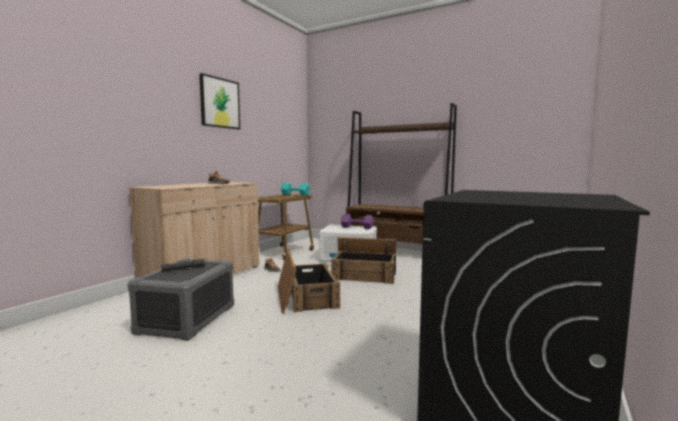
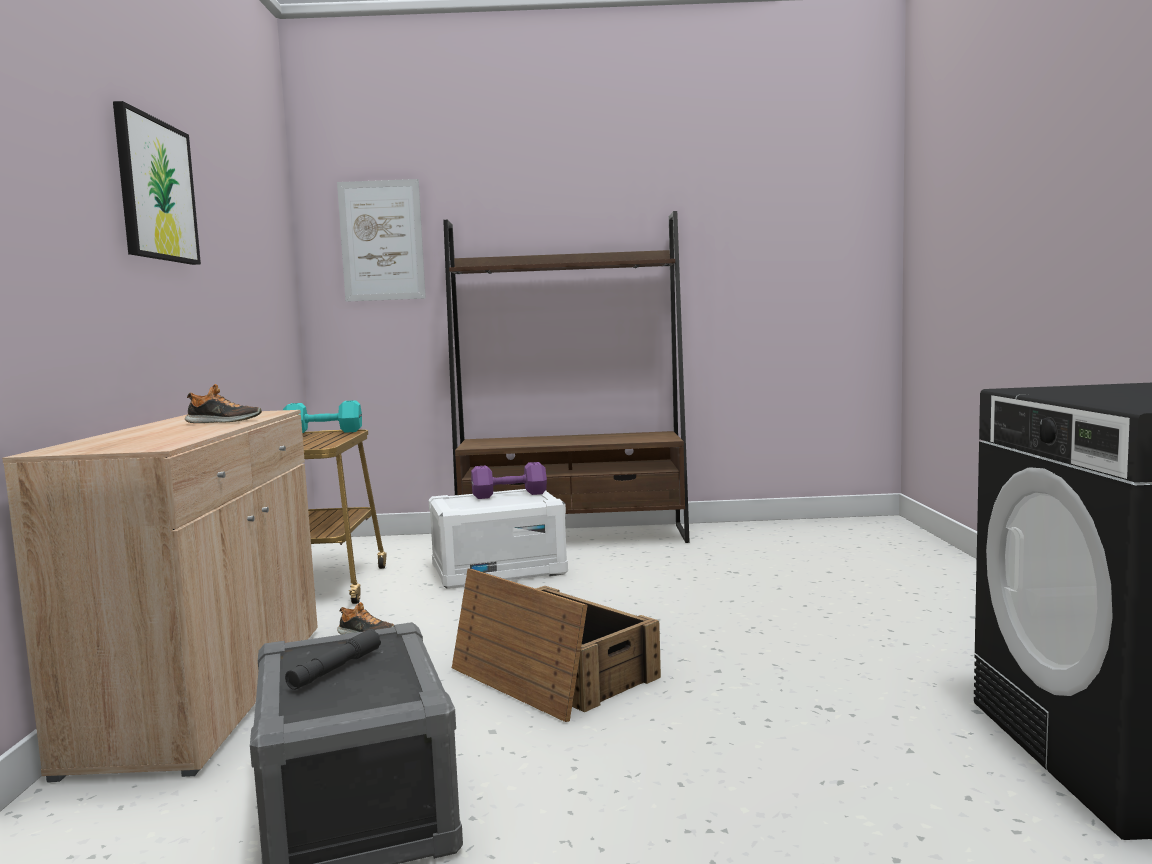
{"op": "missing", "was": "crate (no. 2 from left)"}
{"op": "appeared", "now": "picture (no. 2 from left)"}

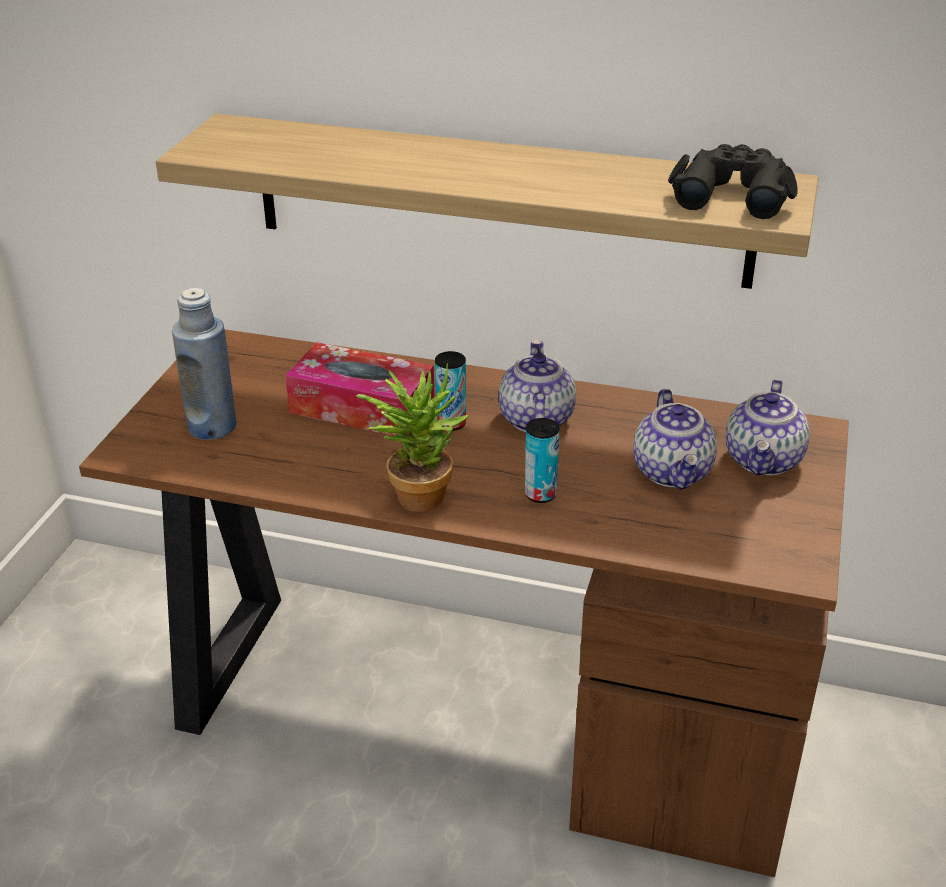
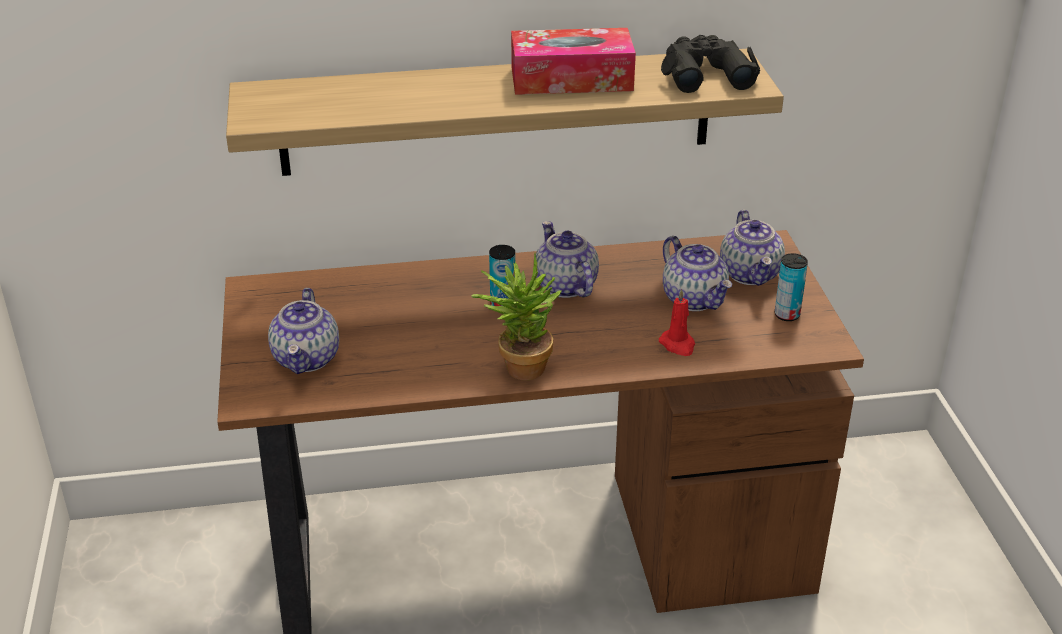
{"op": "exchanged", "was": "bottle (blue)", "now": "teapot (no. 1 from left)"}
{"op": "relocated", "was": "tissue box"}
{"op": "relocated", "was": "can (no. 2 from left)"}
{"op": "appeared", "now": "candle (red)"}

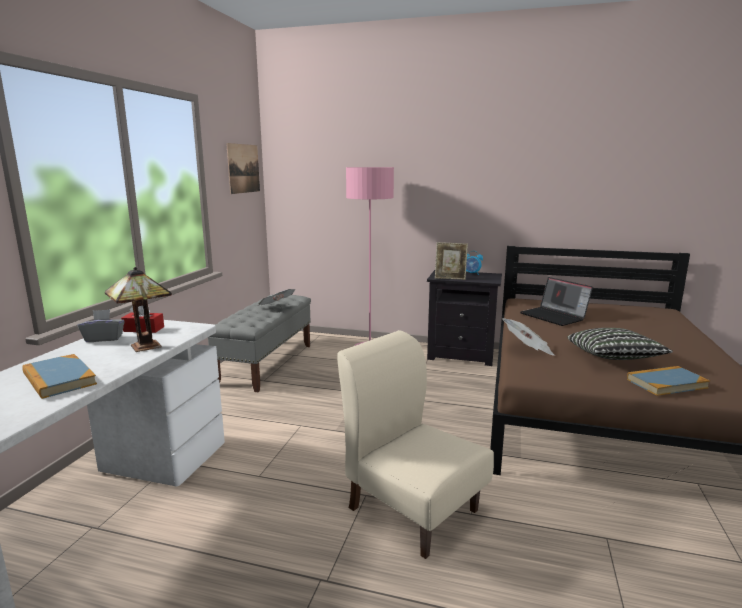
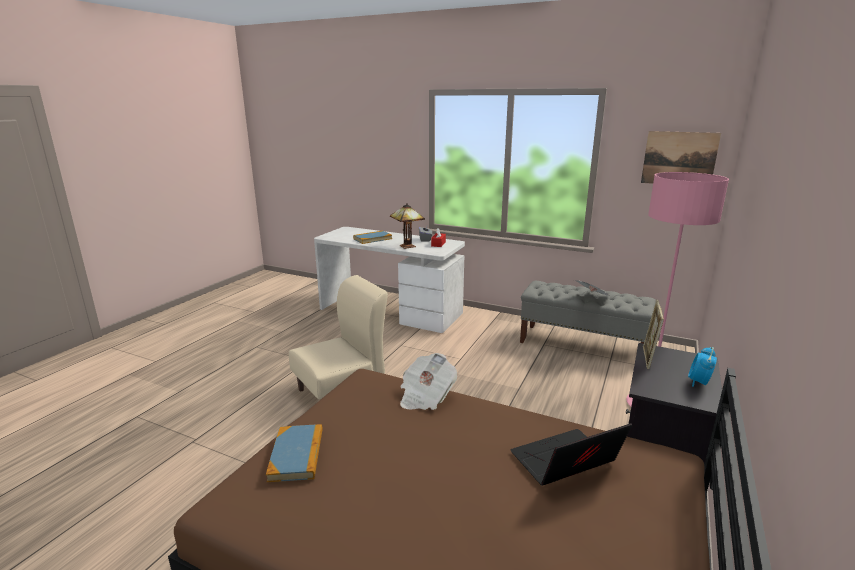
{"op": "missing", "was": "pillow"}

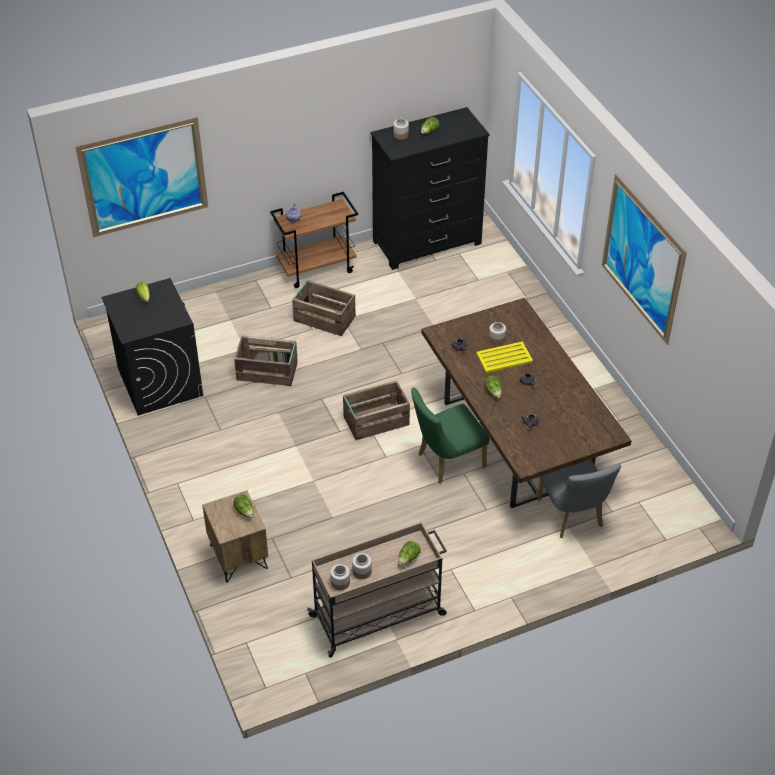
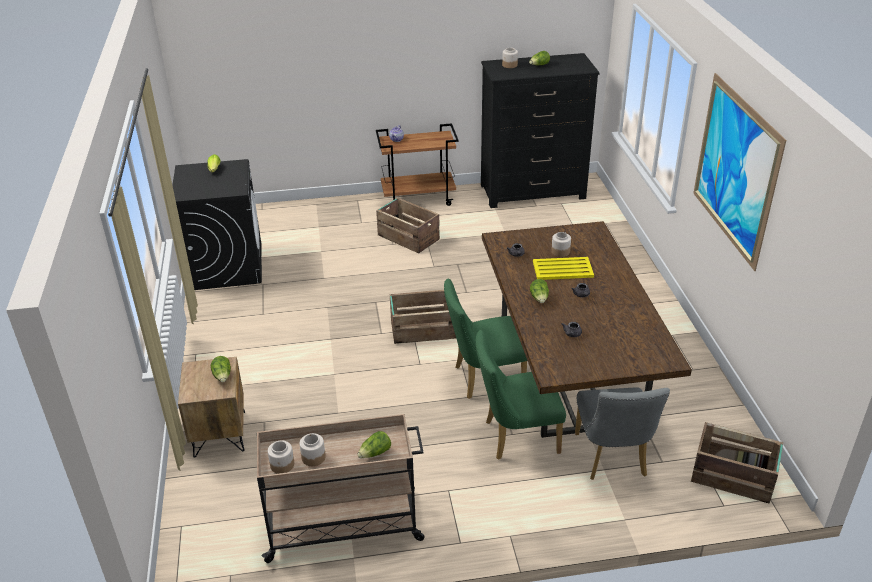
{"op": "missing", "was": "picture (no. 1 from left)"}
{"op": "relocated", "was": "crate (no. 1 from left in the first image)", "now": "crate (no. 3 from left)"}
{"op": "appeared", "now": "chair (green) (no. 2 from left)"}

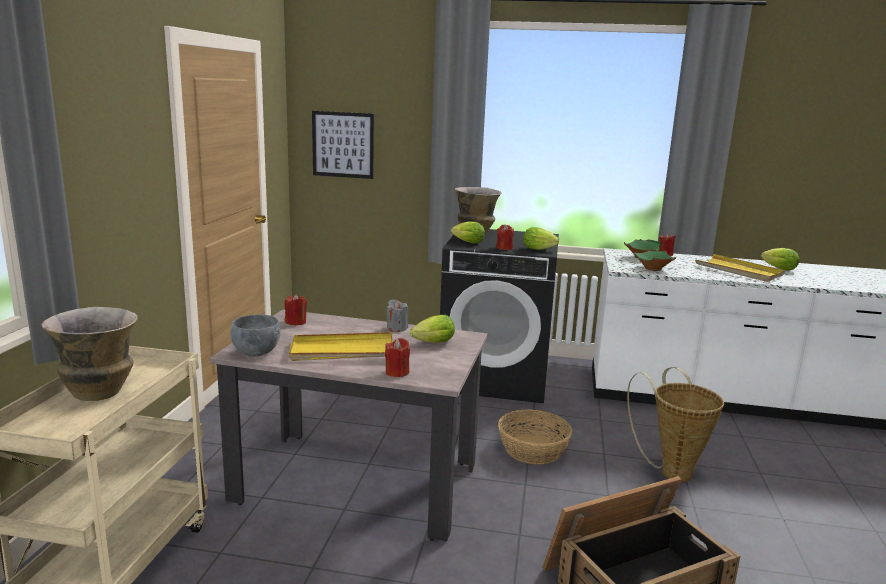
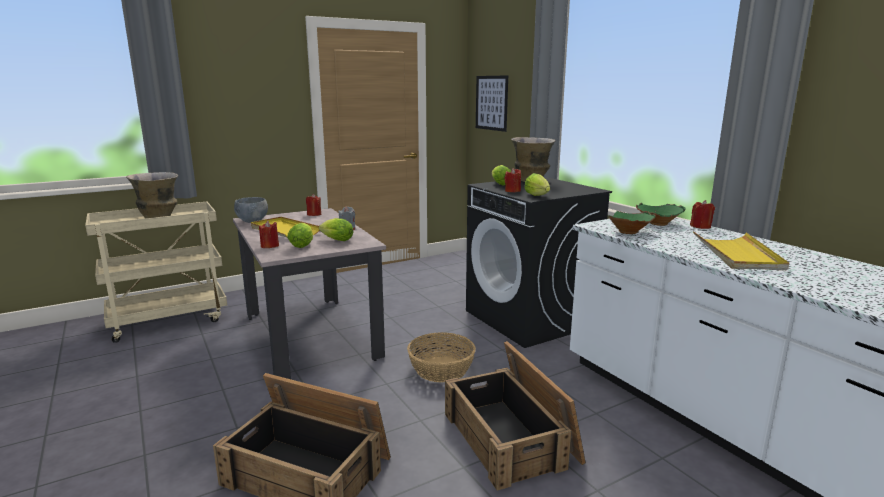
{"op": "exchanged", "was": "basket (no. 2 from left)", "now": "crate (no. 2 from left)"}
{"op": "relocated", "was": "lettuce (no. 4 from left in the first image)", "now": "lettuce (no. 1 from left)"}

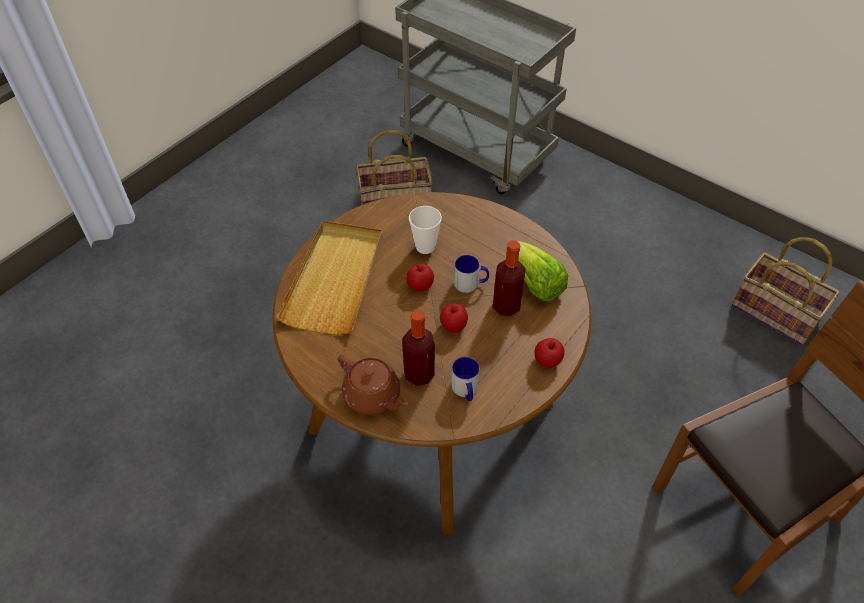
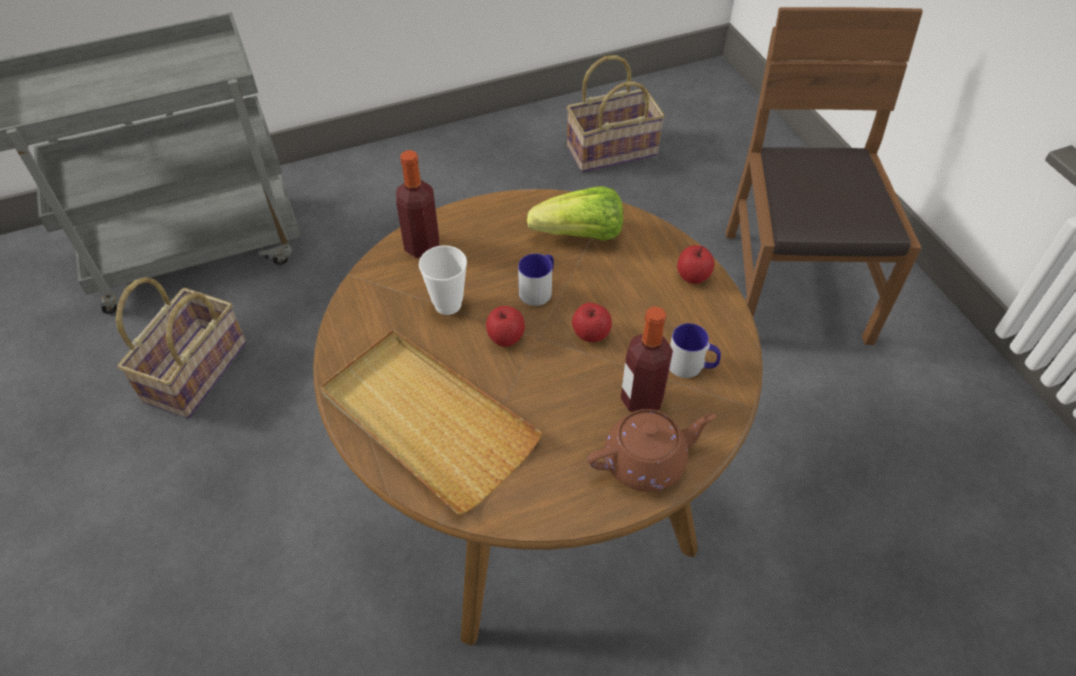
{"op": "relocated", "was": "bottle (no. 2 from left in the first image)", "now": "bottle (no. 1 from left)"}

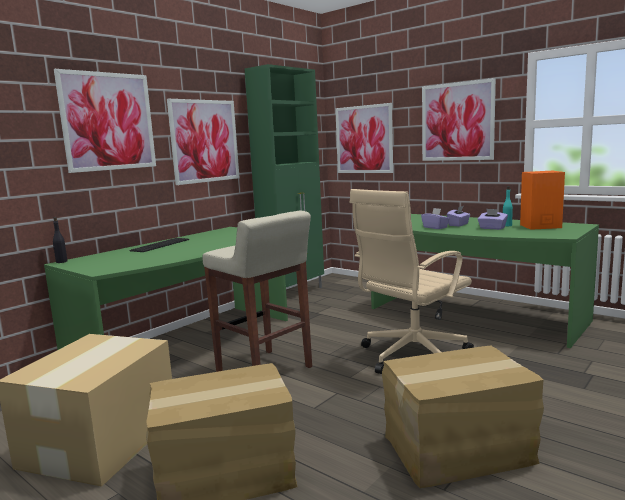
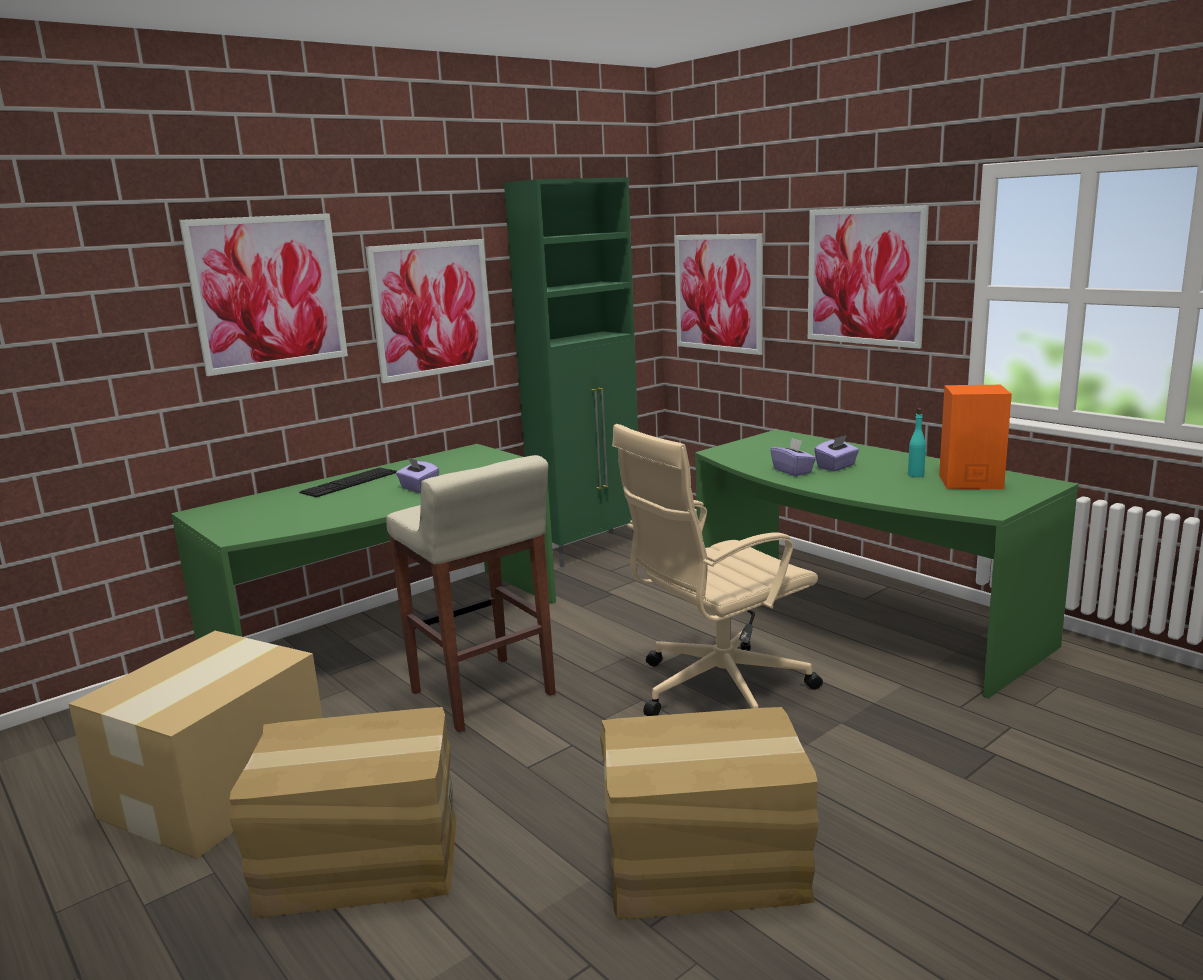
{"op": "missing", "was": "bottle (black)"}
{"op": "relocated", "was": "tissue box (purple) (no. 3 from left in the first image)", "now": "tissue box (purple) (no. 1 from left)"}

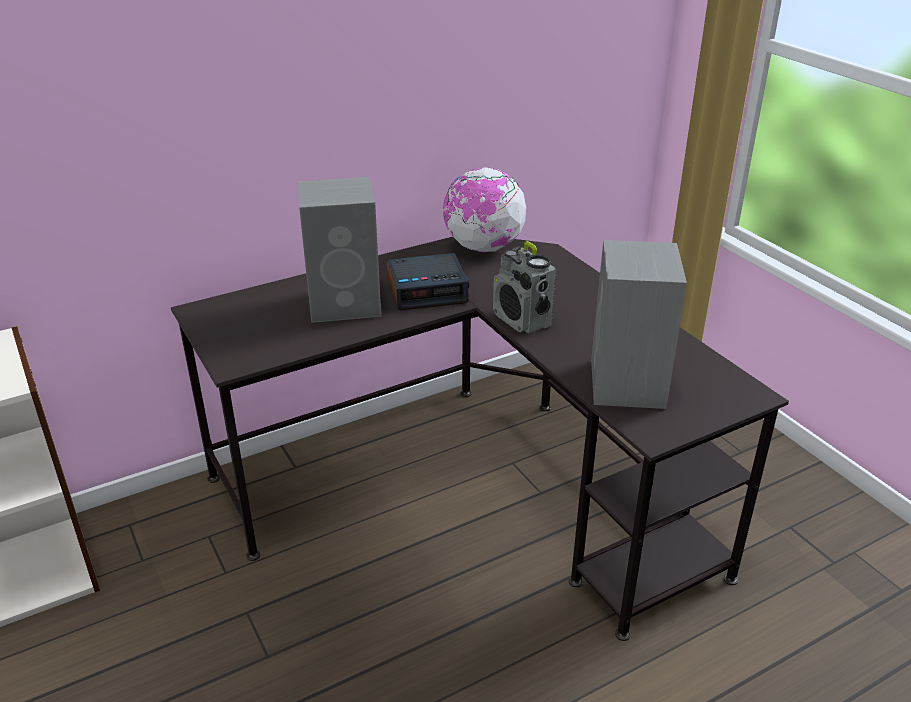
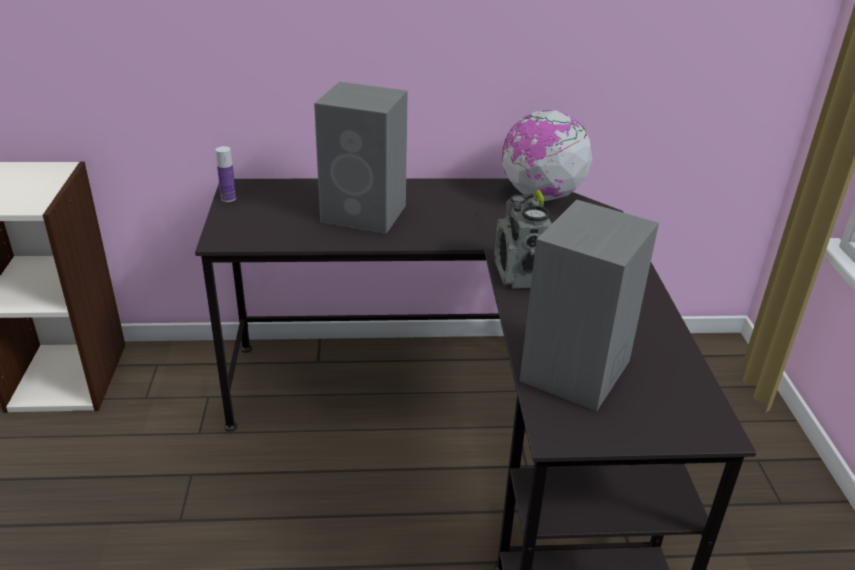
{"op": "missing", "was": "alarm clock"}
{"op": "appeared", "now": "bottle"}

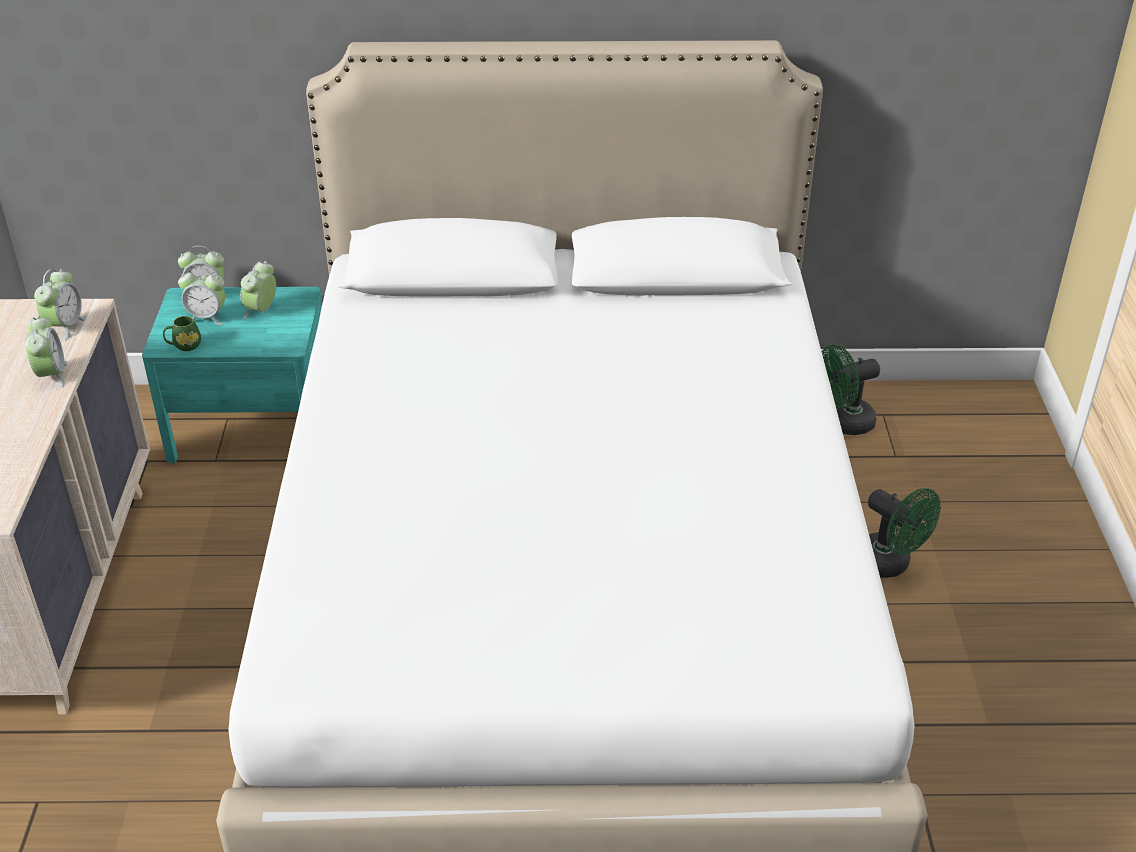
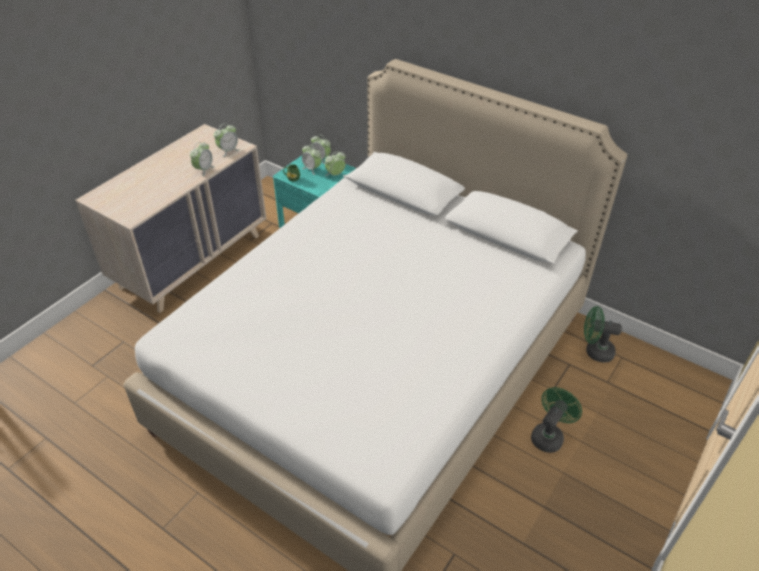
{"op": "spun", "was": "fan (green) (no. 2 from left in the first image)", "clockwise": -135}

